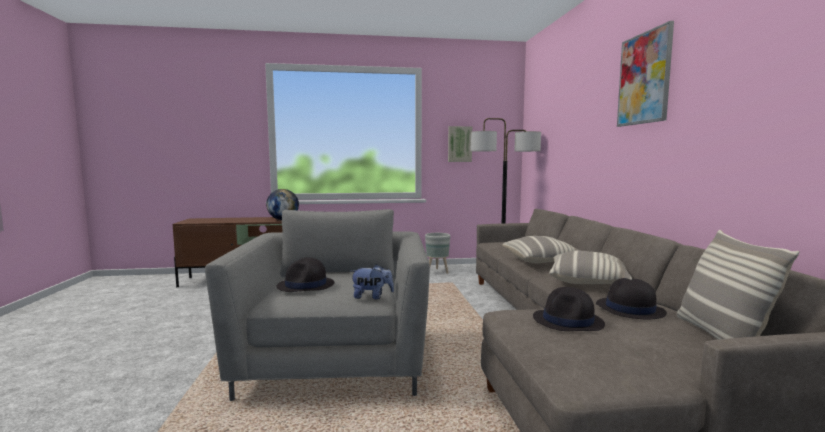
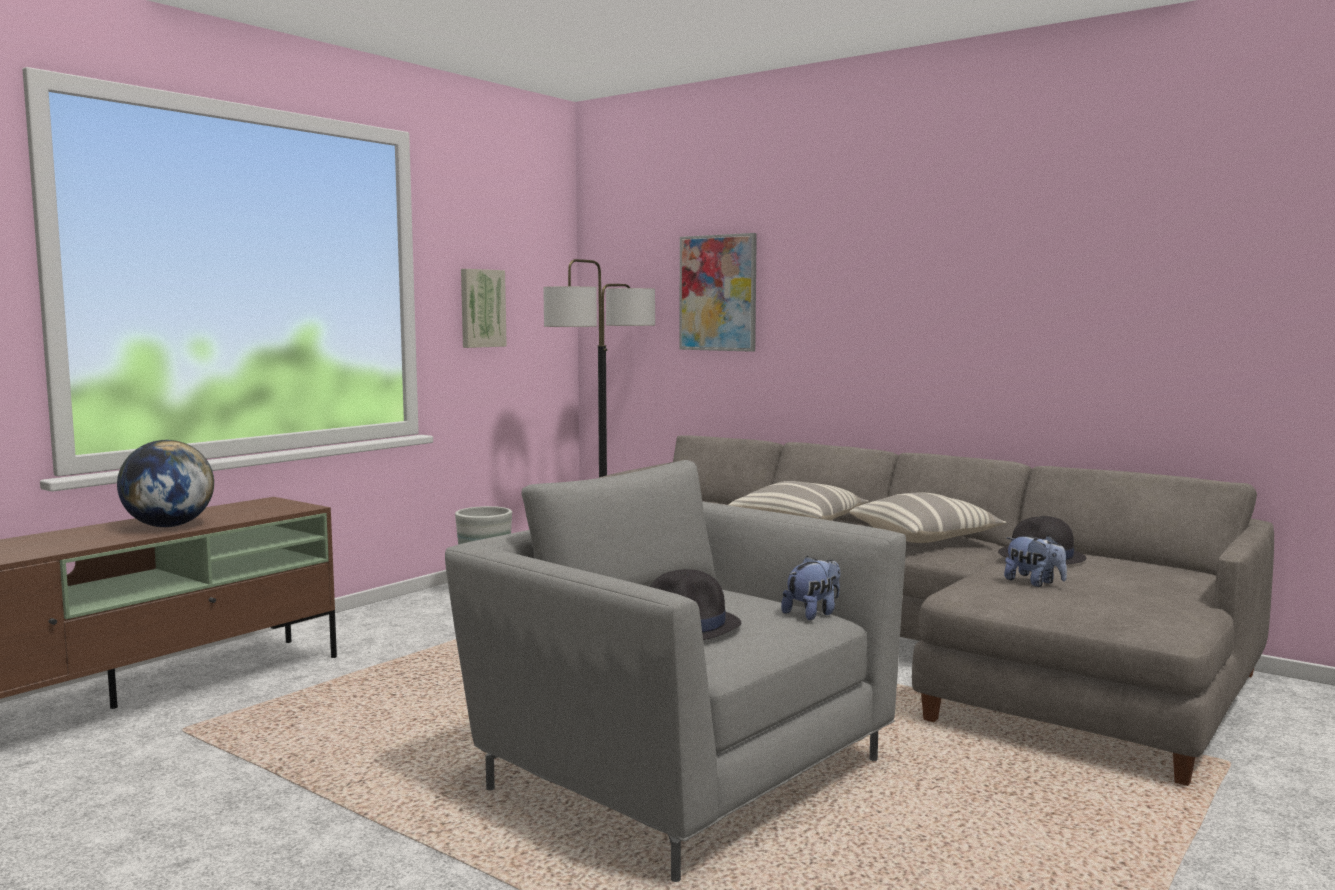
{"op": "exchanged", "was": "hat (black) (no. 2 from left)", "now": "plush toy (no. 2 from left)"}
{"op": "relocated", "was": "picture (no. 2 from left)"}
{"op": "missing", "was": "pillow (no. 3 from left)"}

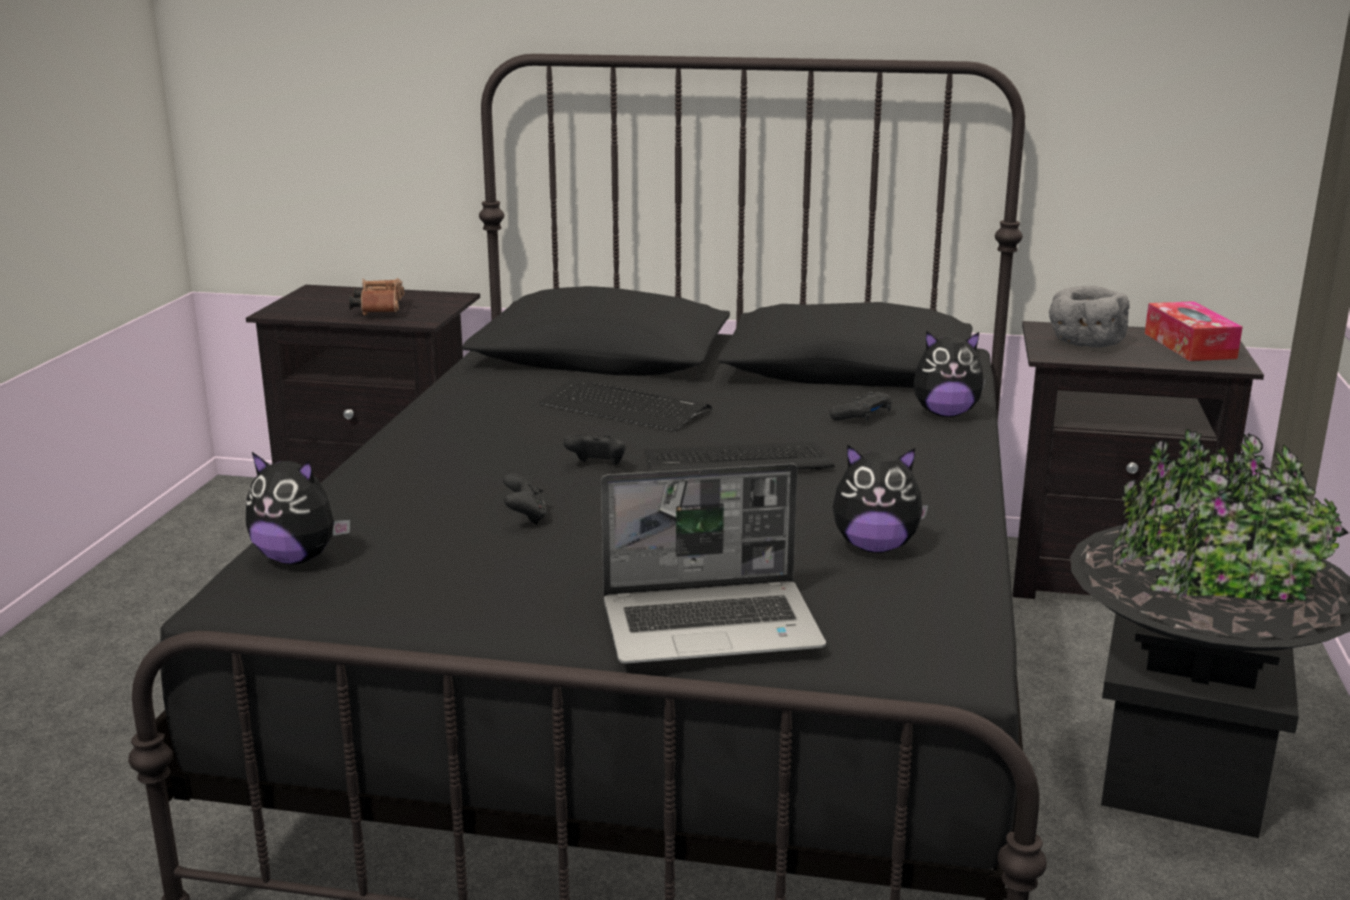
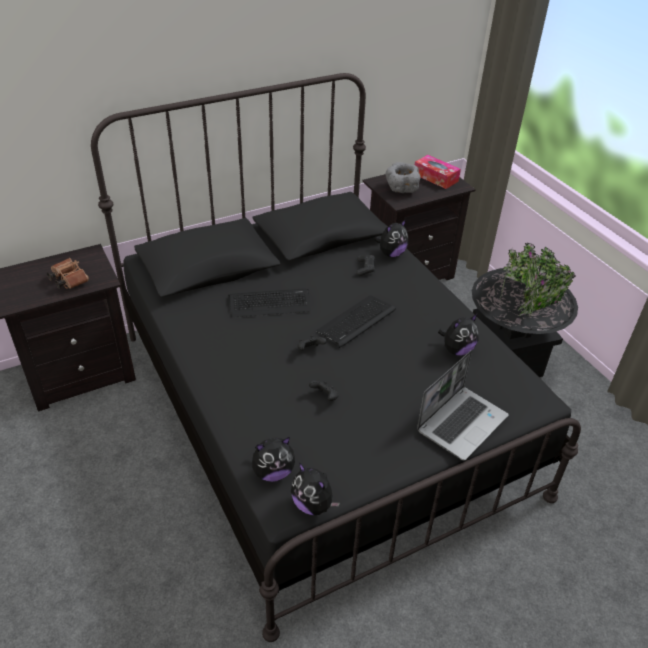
{"op": "appeared", "now": "plush toy (no. 2 from left)"}

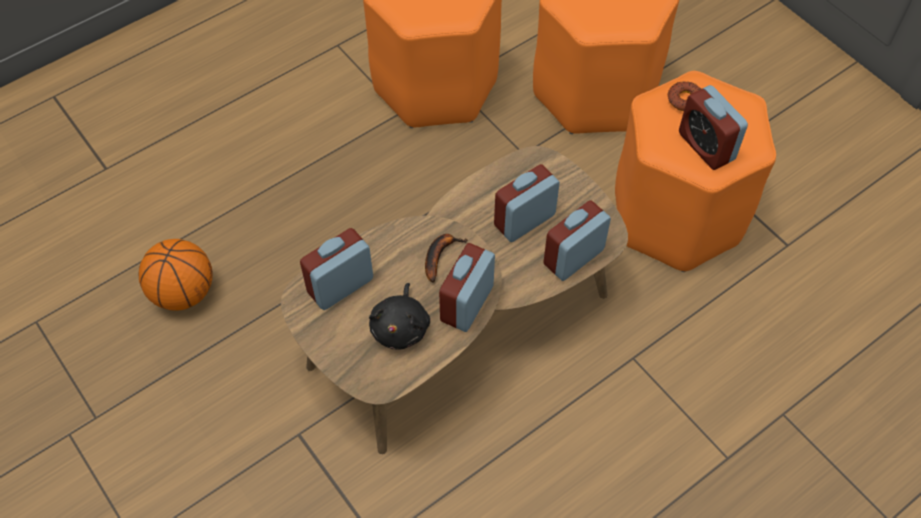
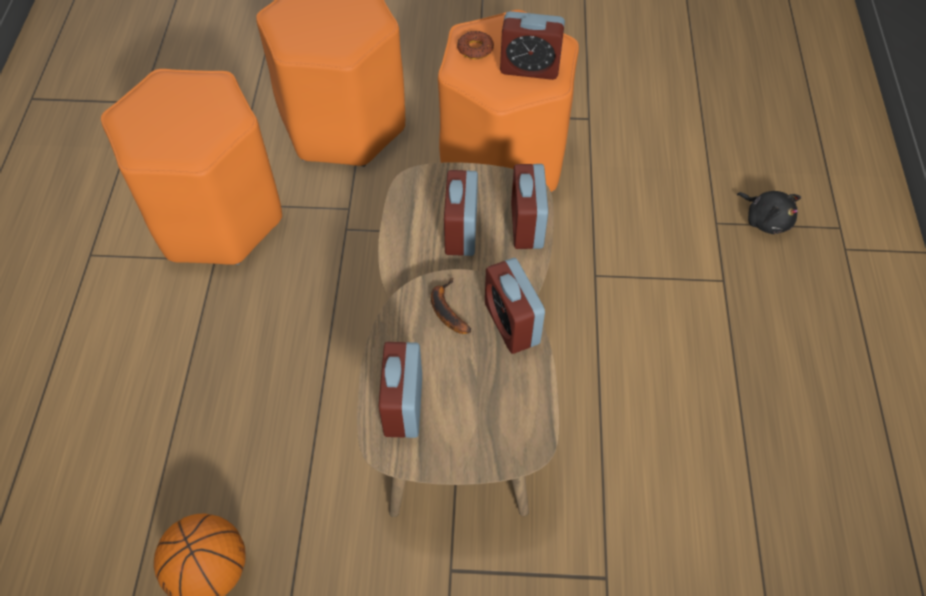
{"op": "relocated", "was": "plush toy (black)"}

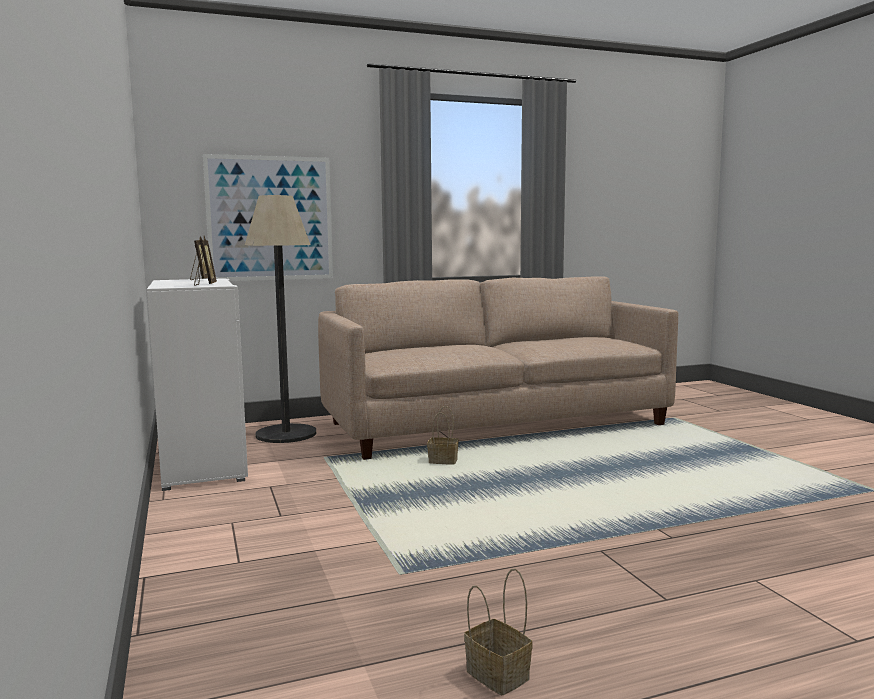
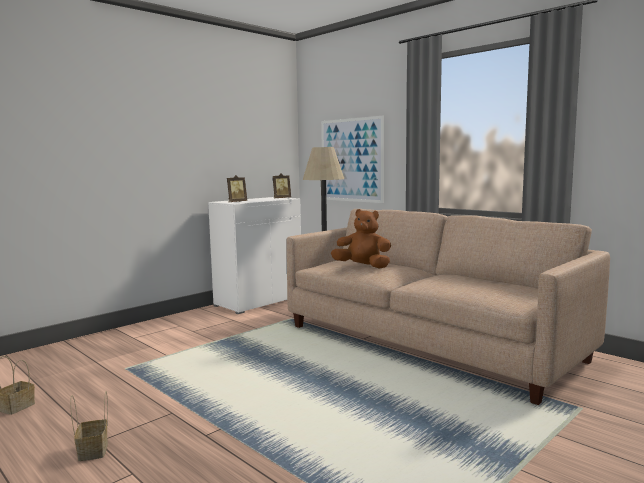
{"op": "relocated", "was": "basket (no. 1 from left in the first image)", "now": "basket (no. 2 from left)"}
{"op": "appeared", "now": "plush toy (brown)"}

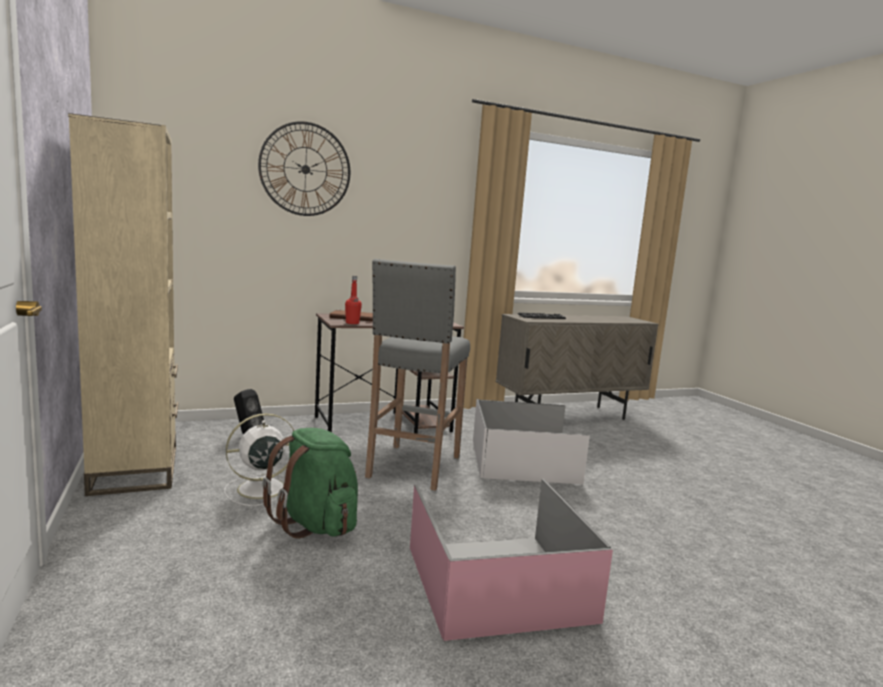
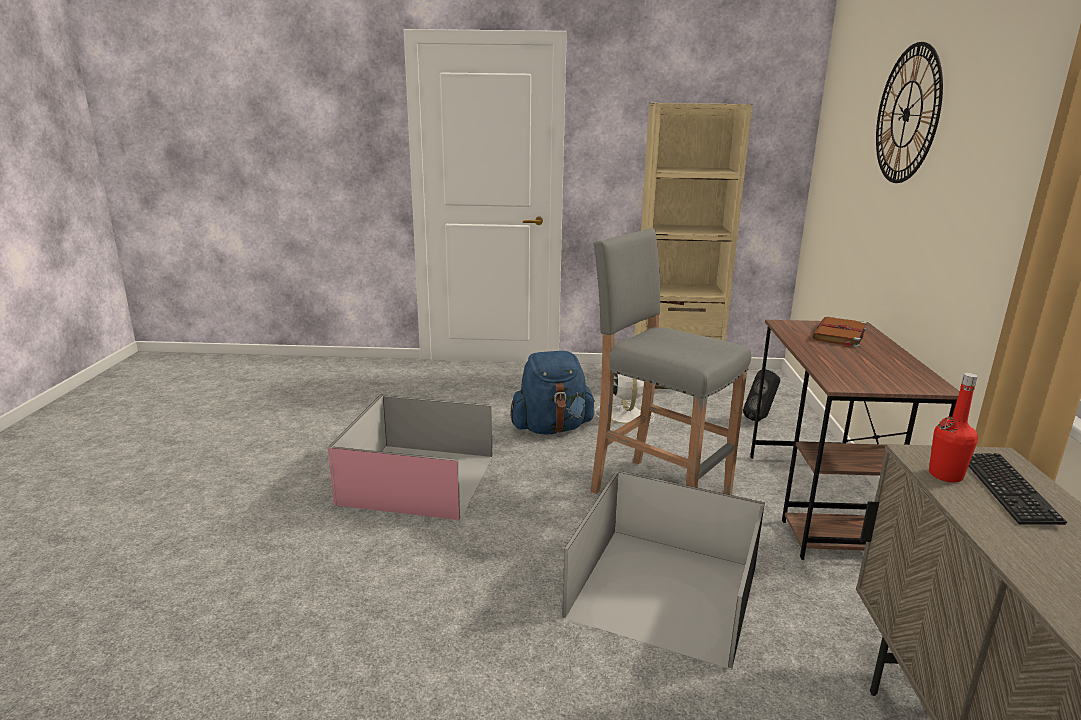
{"op": "colour", "was": "backpack (green)", "now": "backpack (blue)"}
{"op": "relocated", "was": "bottle (red)"}
{"op": "colour", "was": "storage box (white)", "now": "storage box (black)"}

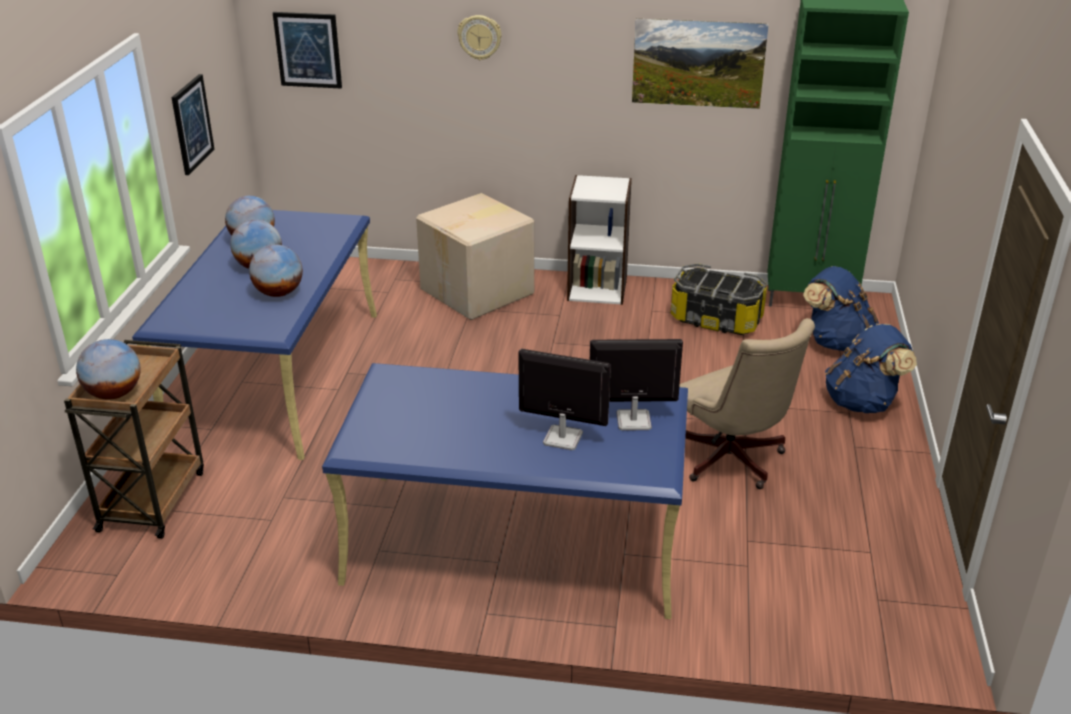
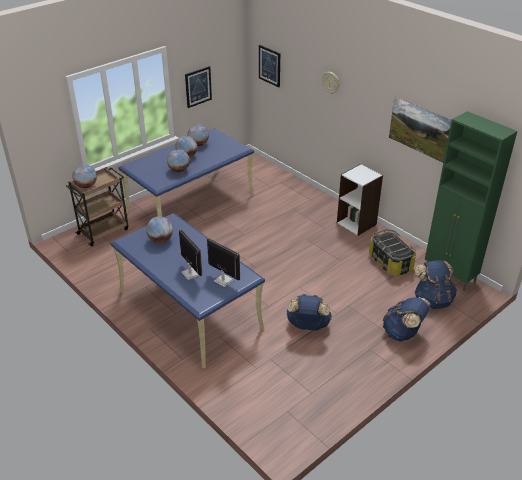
{"op": "missing", "was": "cardboard box"}
{"op": "exchanged", "was": "office chair (beige)", "now": "backpack (blue) (no. 1 from left)"}
{"op": "appeared", "now": "globe (no. 2 from left)"}

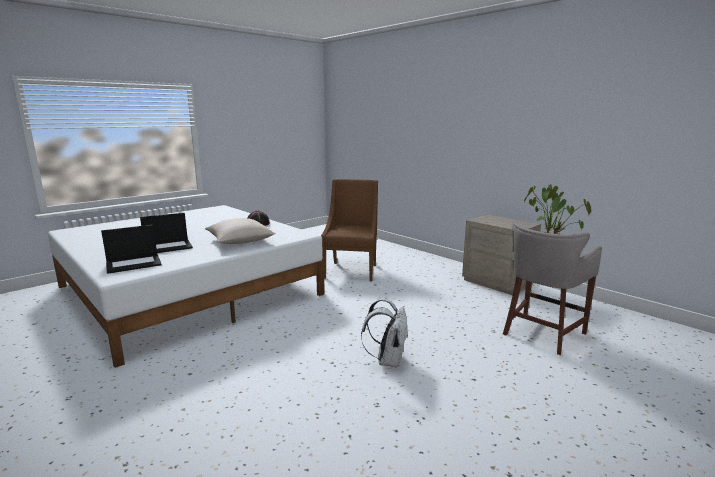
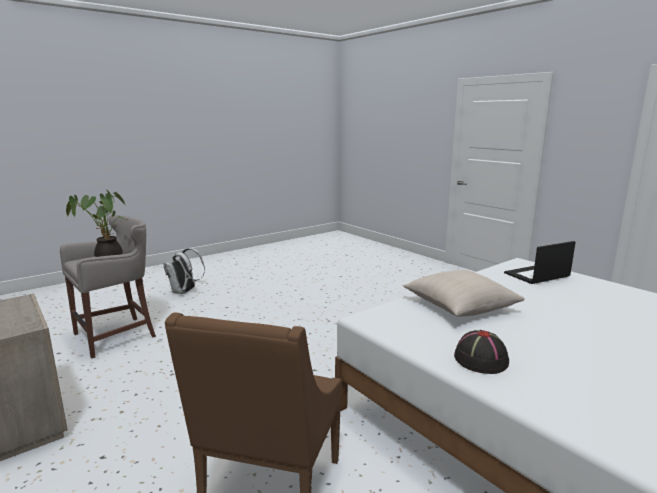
{"op": "missing", "was": "laptop (no. 2 from left)"}
{"op": "relocated", "was": "backpack (white)"}

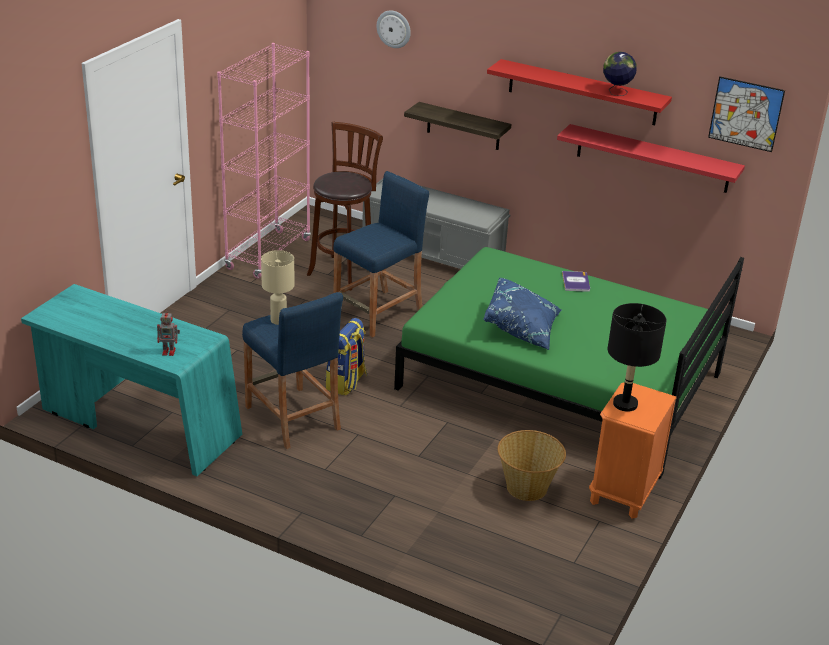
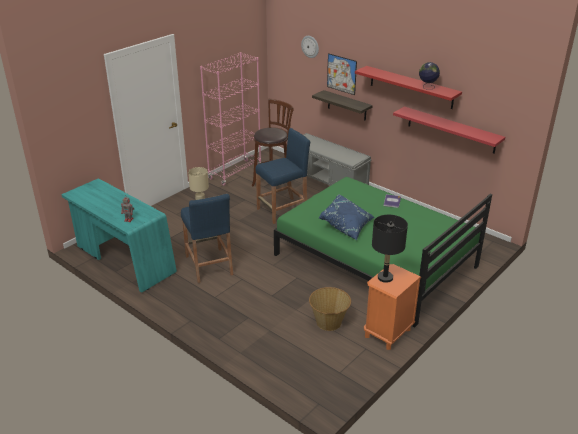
{"op": "missing", "was": "backpack"}
{"op": "relocated", "was": "picture"}

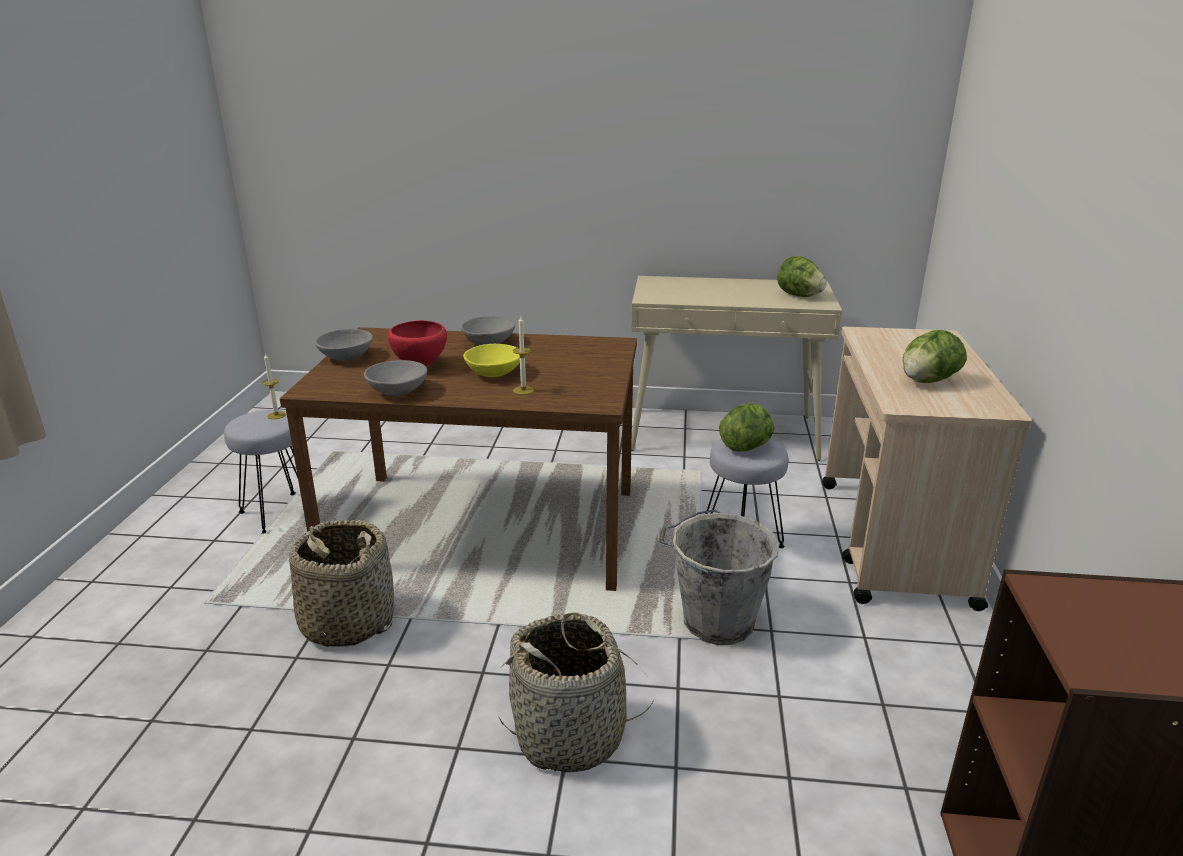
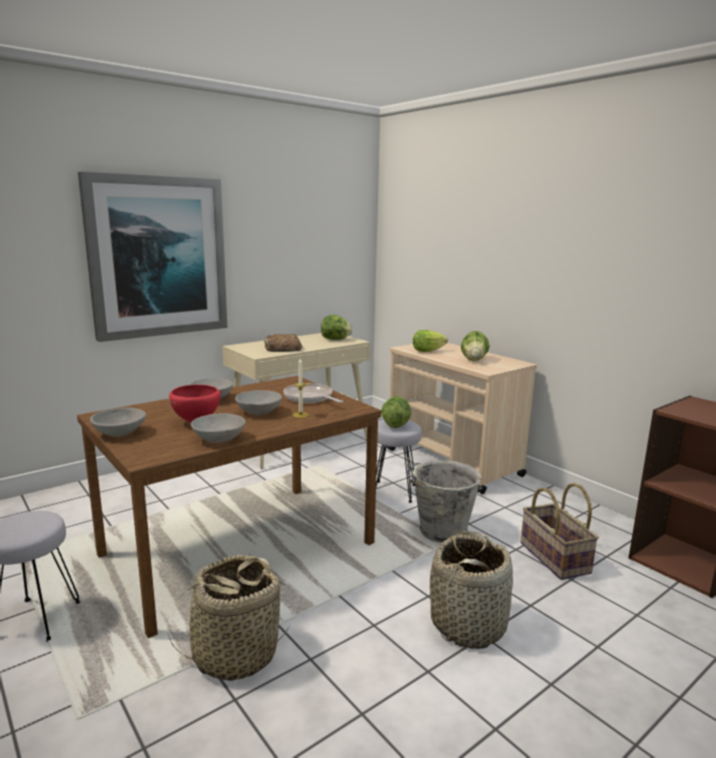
{"op": "missing", "was": "candle (no. 1 from left)"}
{"op": "colour", "was": "bowl (yellow)", "now": "bowl (grey) (no. 4 from left)"}
{"op": "appeared", "now": "picture"}
{"op": "appeared", "now": "bread"}
{"op": "appeared", "now": "frying pan"}
{"op": "appeared", "now": "lettuce (no. 3 from left)"}
{"op": "appeared", "now": "basket (no. 3 from left)"}

